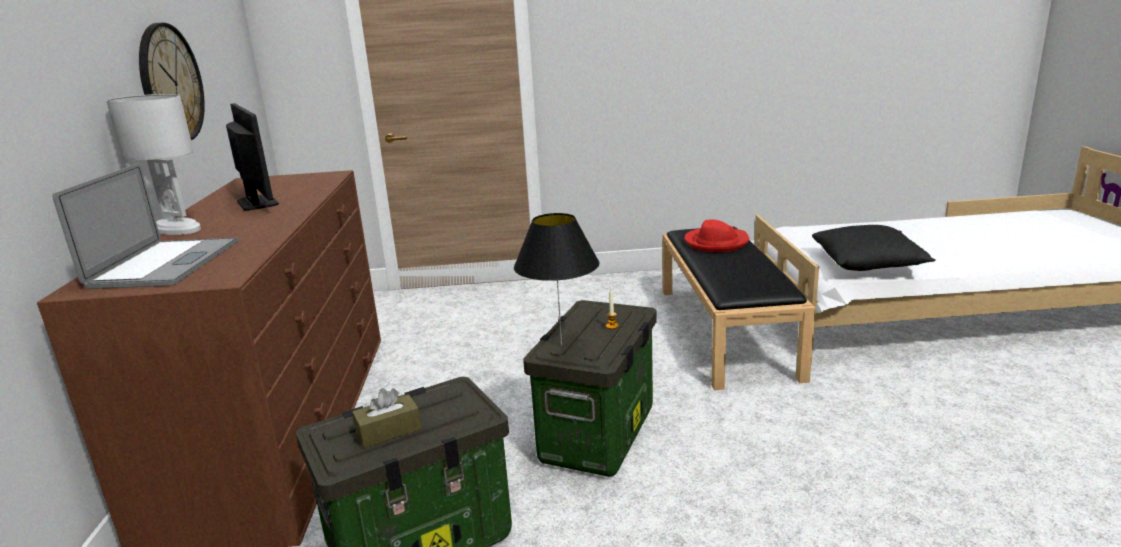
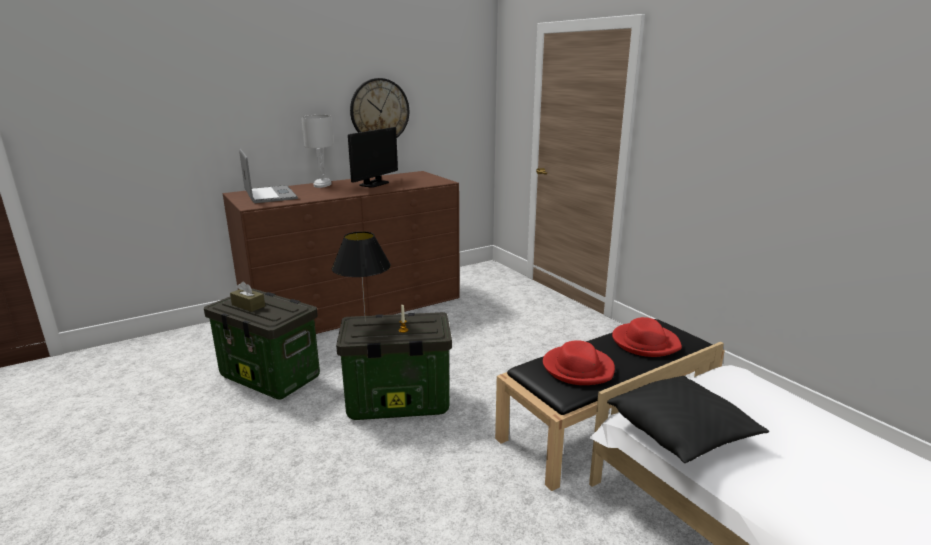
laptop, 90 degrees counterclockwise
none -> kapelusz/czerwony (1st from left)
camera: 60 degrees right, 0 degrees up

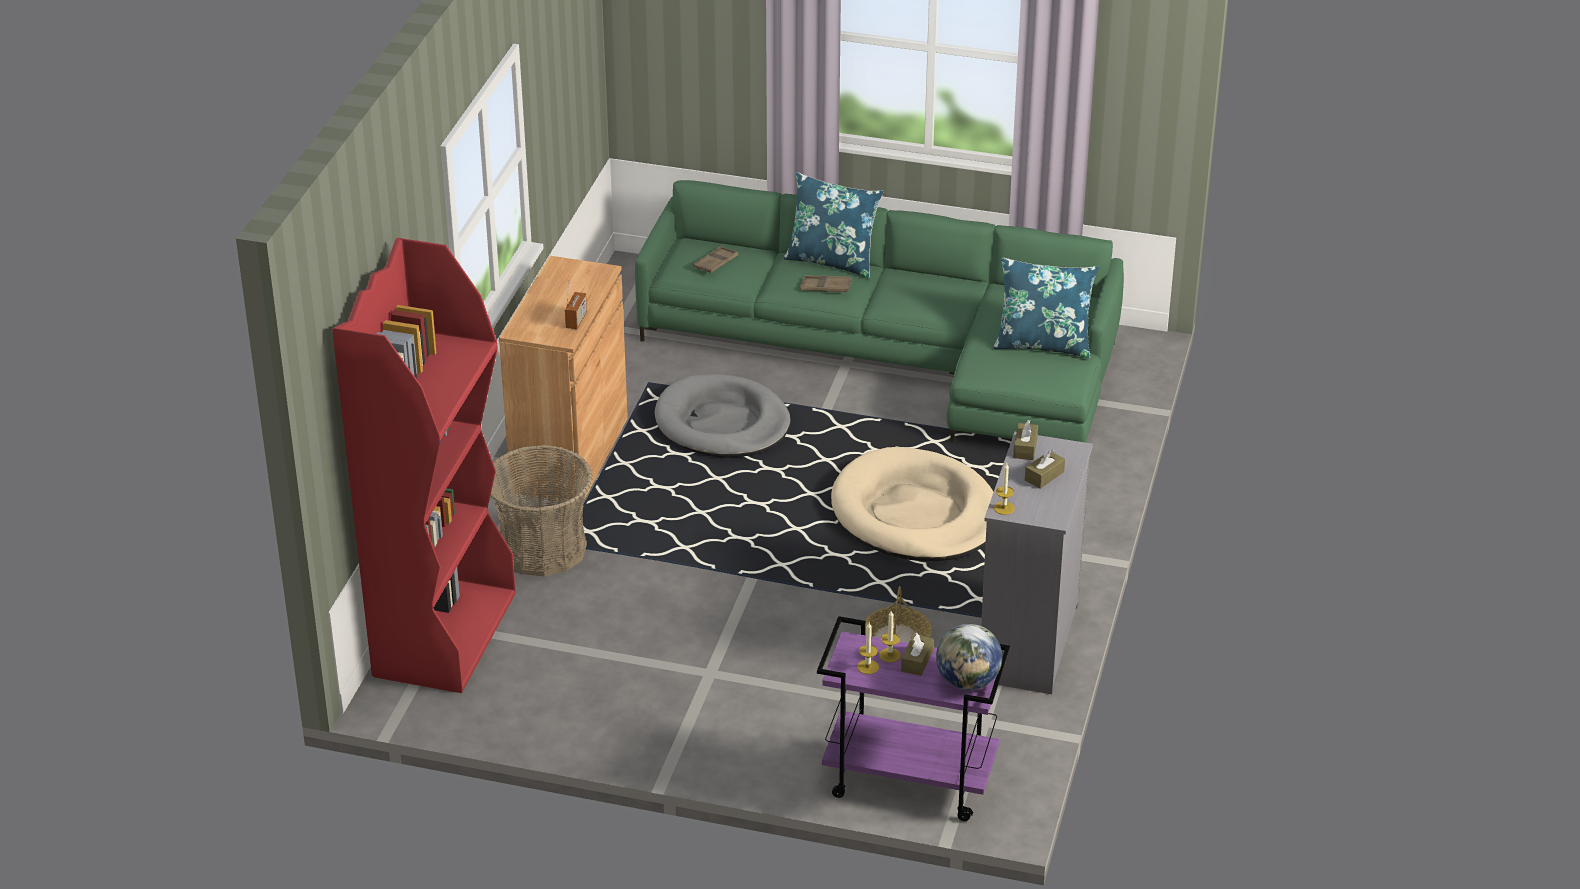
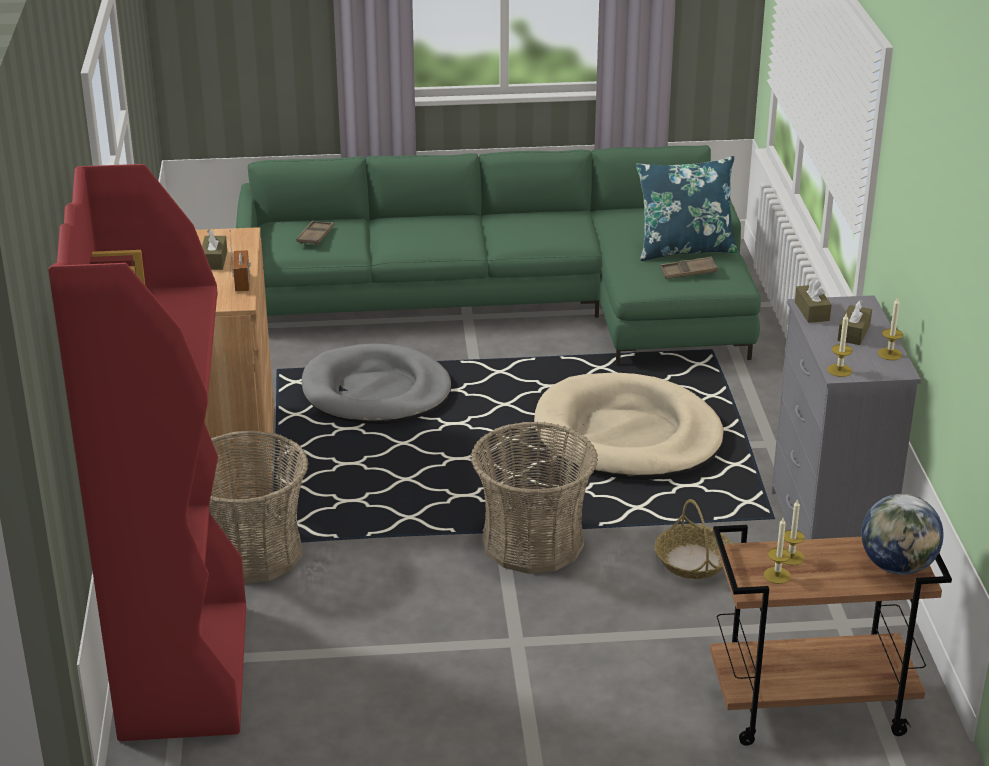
poduszka/niebieski (1st from left) -> none
taca/brązowy (2nd from left), move
wózek/fioletowy -> wózek/brązowy
pudełko chusteczek/brązowy (1st from left), move
none -> koszyk (2nd from left)
none -> świeca (4th from left)
camera: 20 degrees left, 5 degrees down

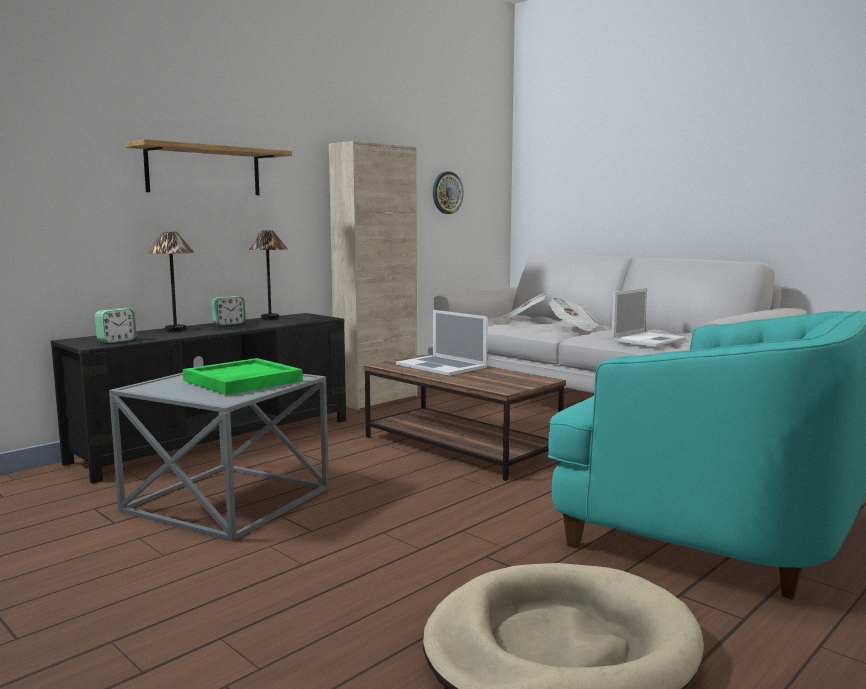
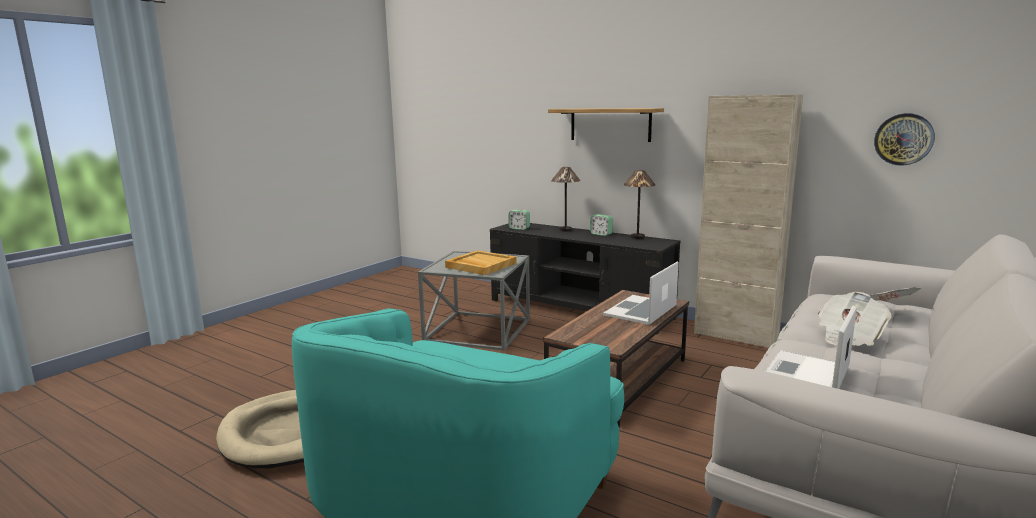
taca/zielony -> taca/beżowy
laptop (2nd from left), 90 degrees clockwise
camera: 80 degrees right, 5 degrees up

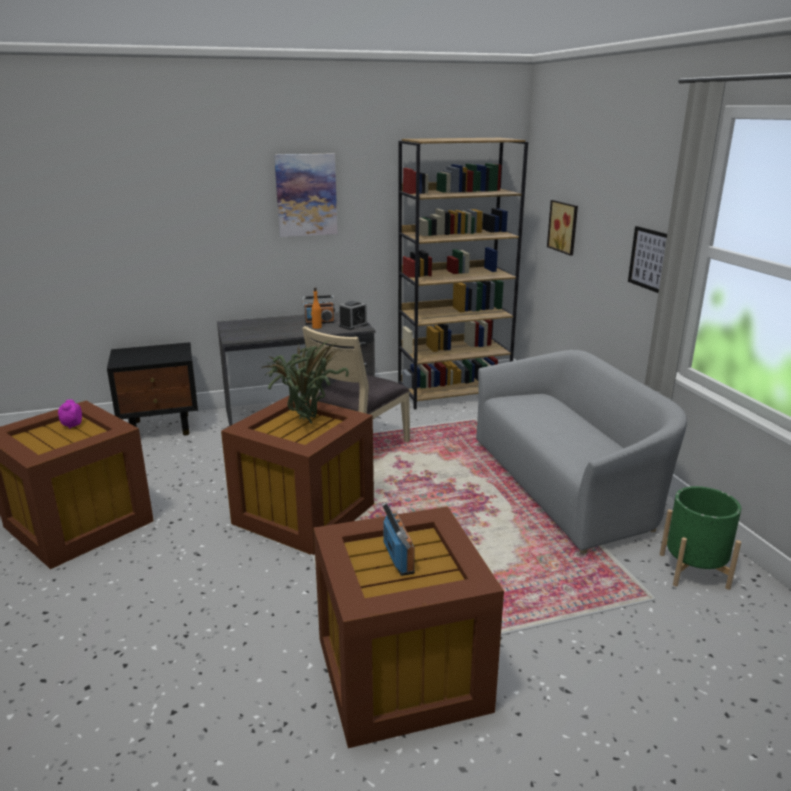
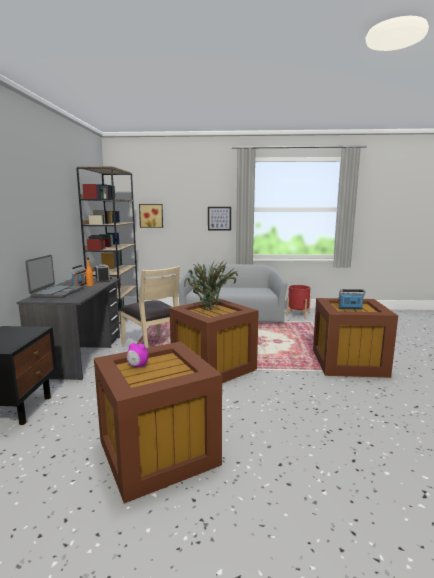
obraz (1st from left) -> none
donica/zielony -> donica/czerwony
none -> laptop
camera: 70 degrees left, 10 degrees down

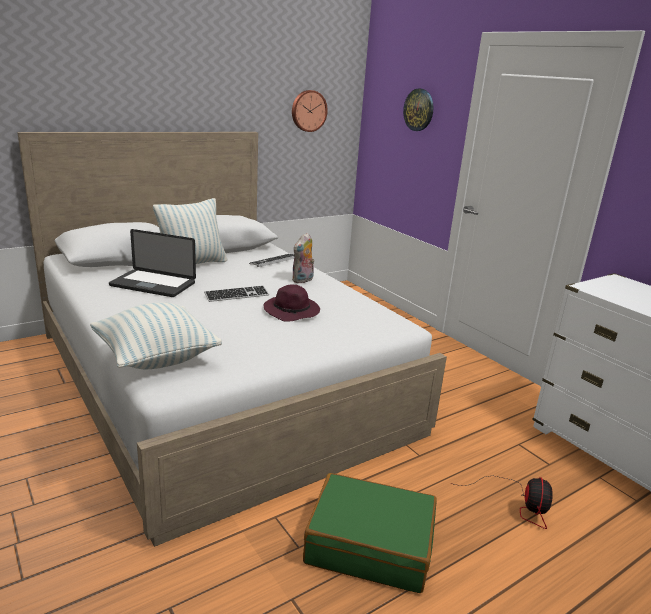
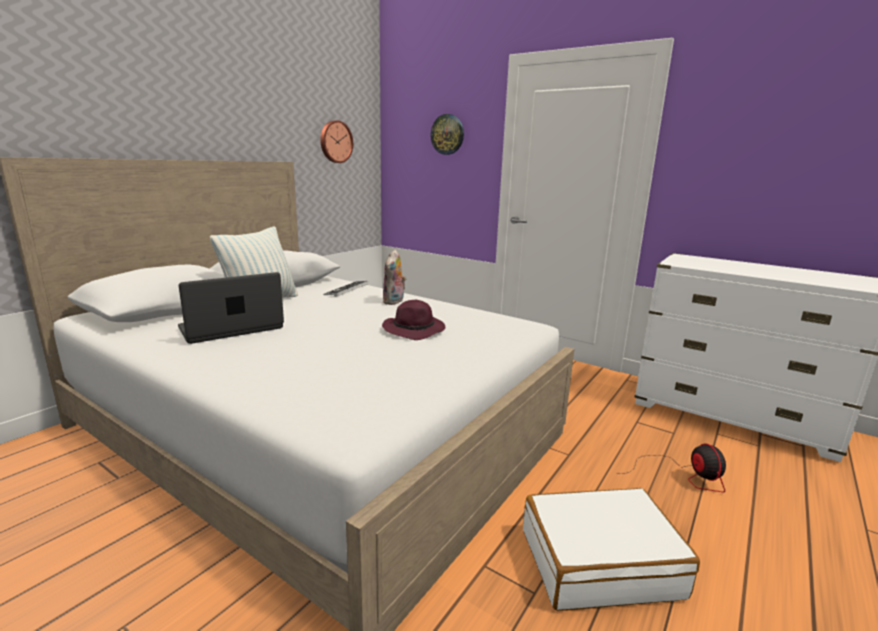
poduszka (1st from left) -> none
laptop, 150 degrees clockwise
klawiatura (1st from left) -> none
walizka/zielony -> walizka/biały
camera: 20 degrees left, 5 degrees down

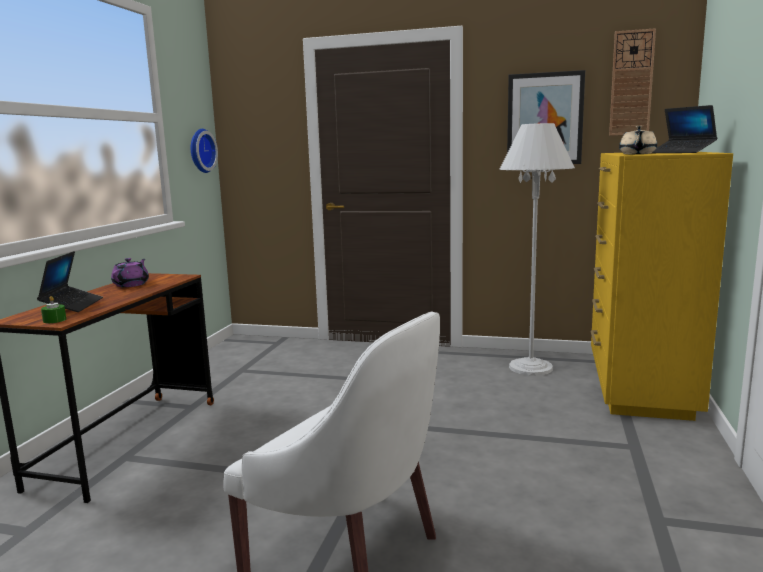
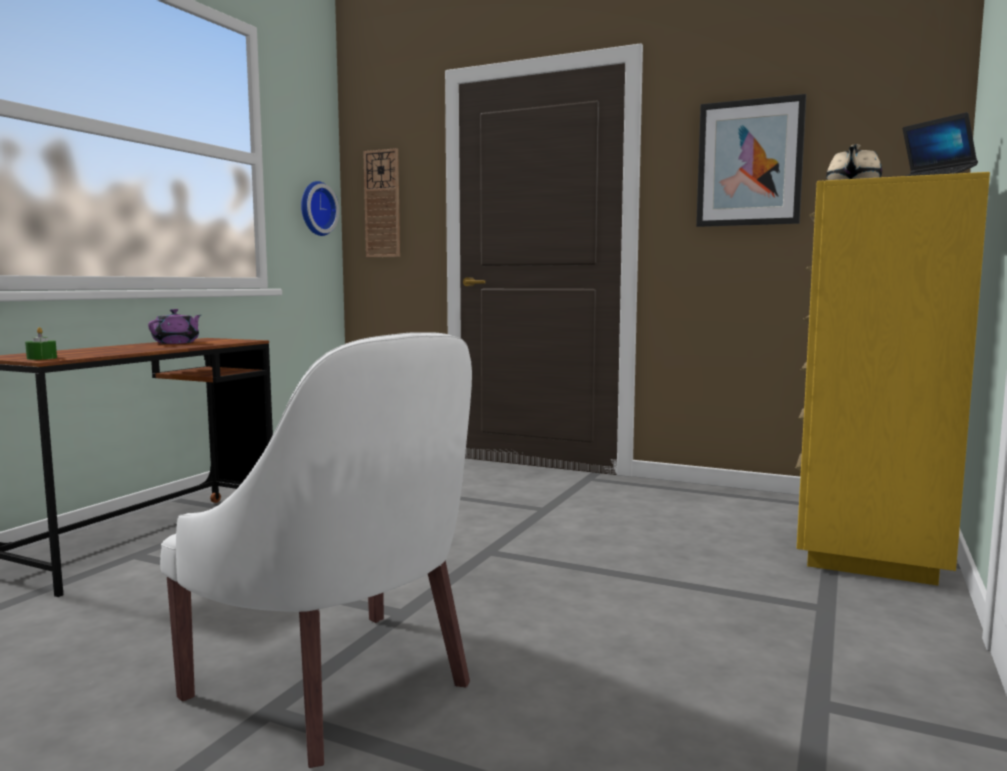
laptop (1st from left) -> none
lampa stojąca/biały -> none
zegar ścienny (2nd from left), move
camera: 10 degrees right, 5 degrees down

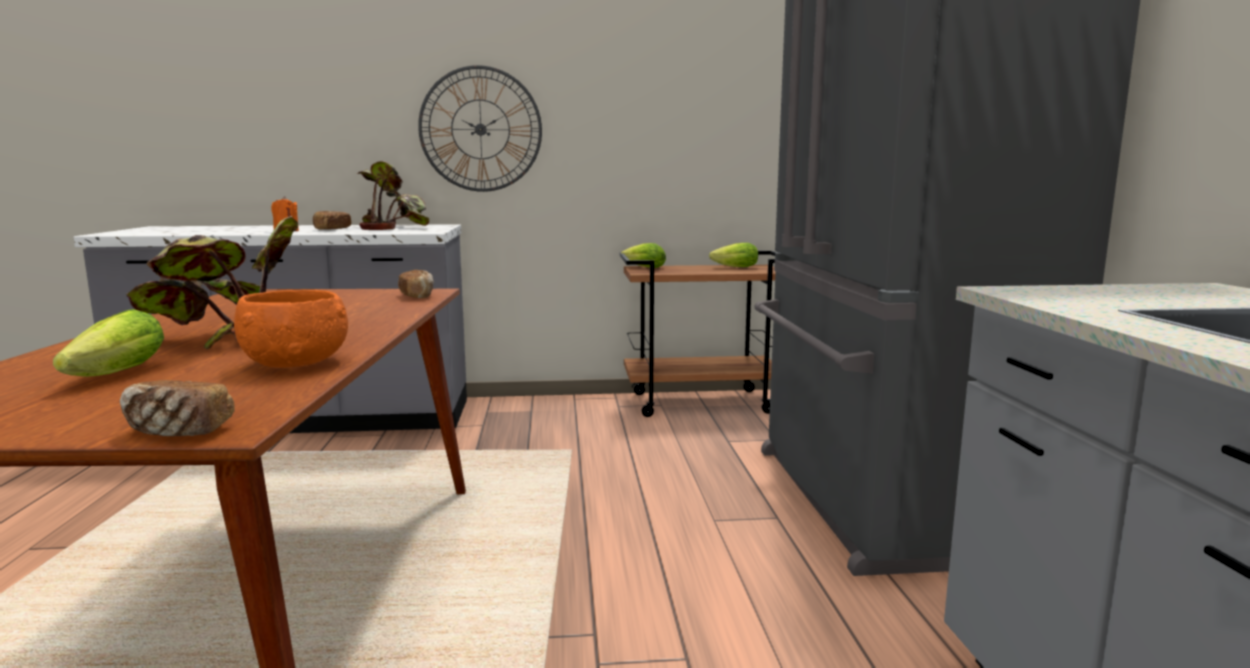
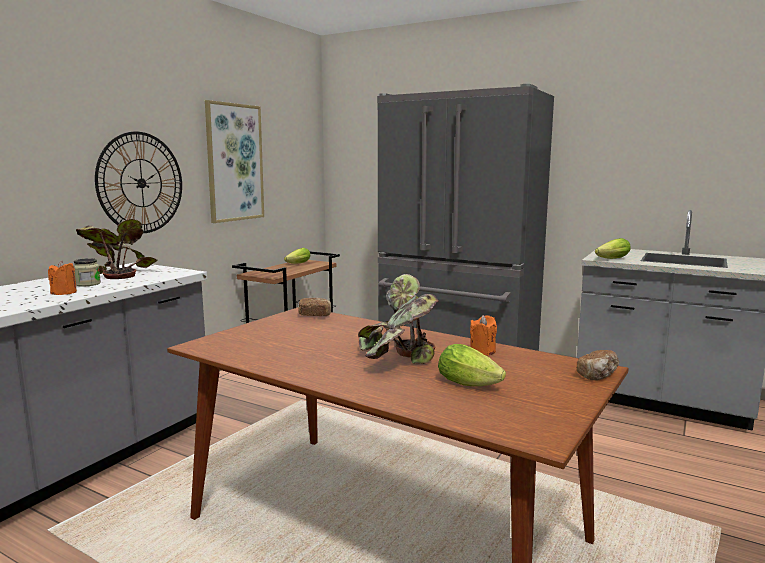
miska/pomarańczowy -> świeca/pomarańczowy (2nd from left)
chleb (2nd from left) -> słoik
sałata (2nd from left in the first image) -> sałata (3rd from left), move
none -> obraz
camera: 55 degrees left, 0 degrees up

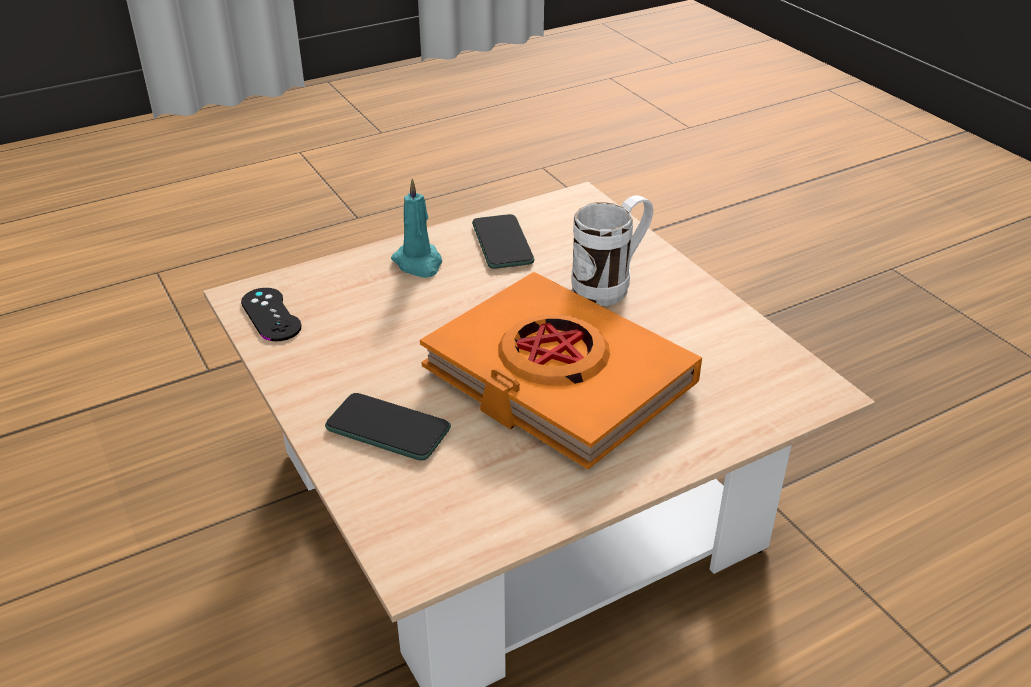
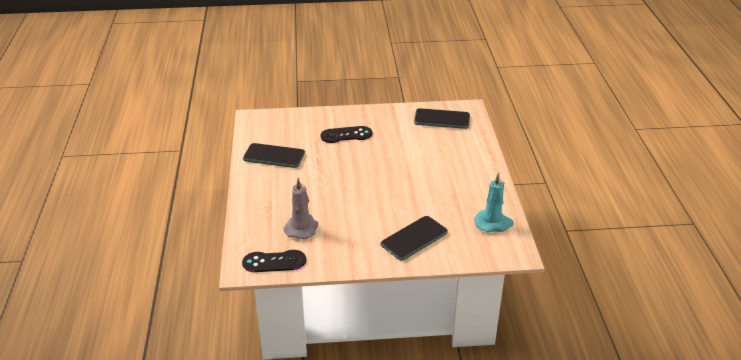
świeca/turkusowy, move
książka/pomarańczowy -> none
kubek/biały -> pad do gier/czarny (2nd from left)
none -> świeca/szary
none -> telefon (3rd from left)
camera: 65 degrees left, 0 degrees up

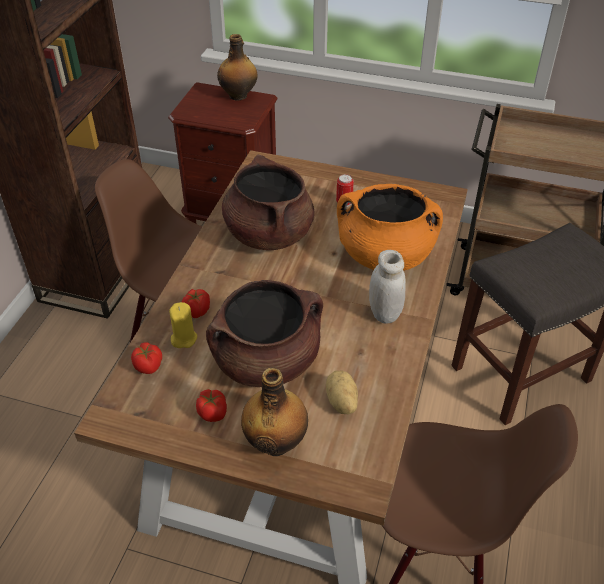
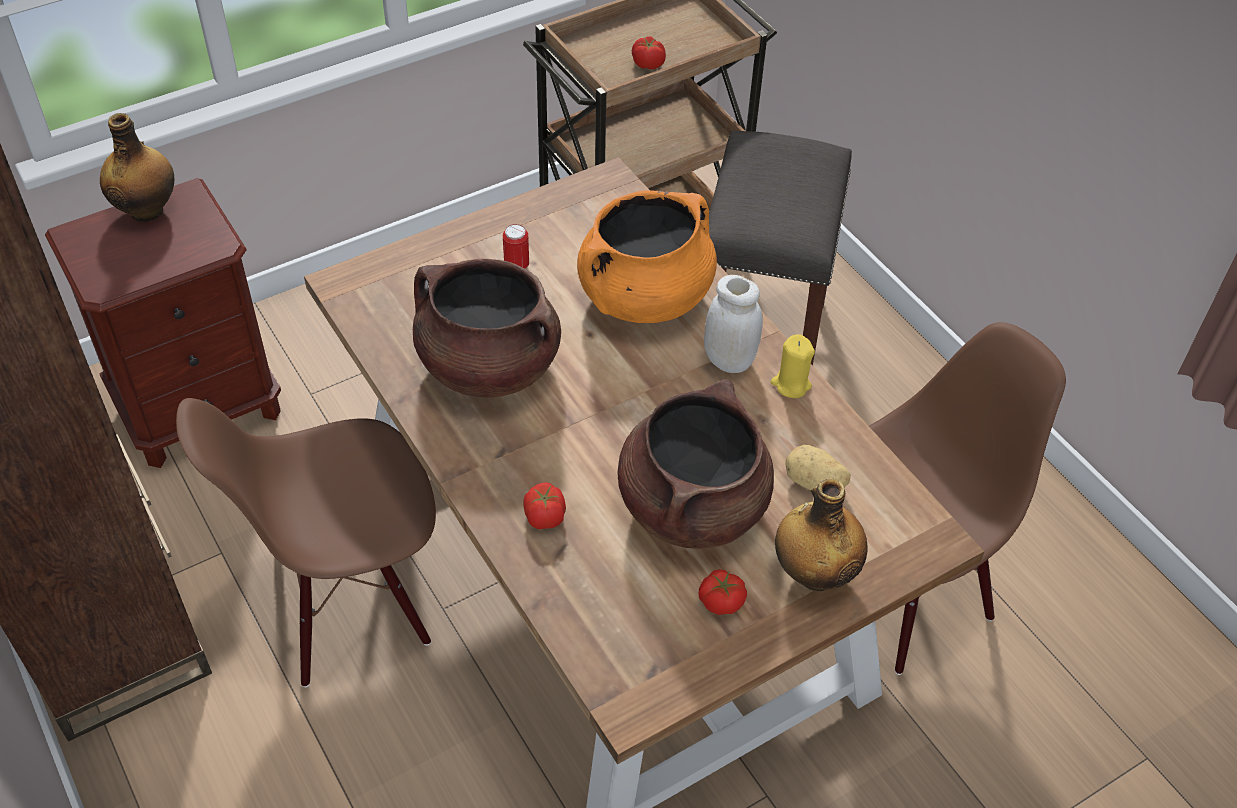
pomidor (1st from left in the first image) -> pomidor (2nd from left), move
świeca/żółty, move
camera: 50 degrees left, 5 degrees up

